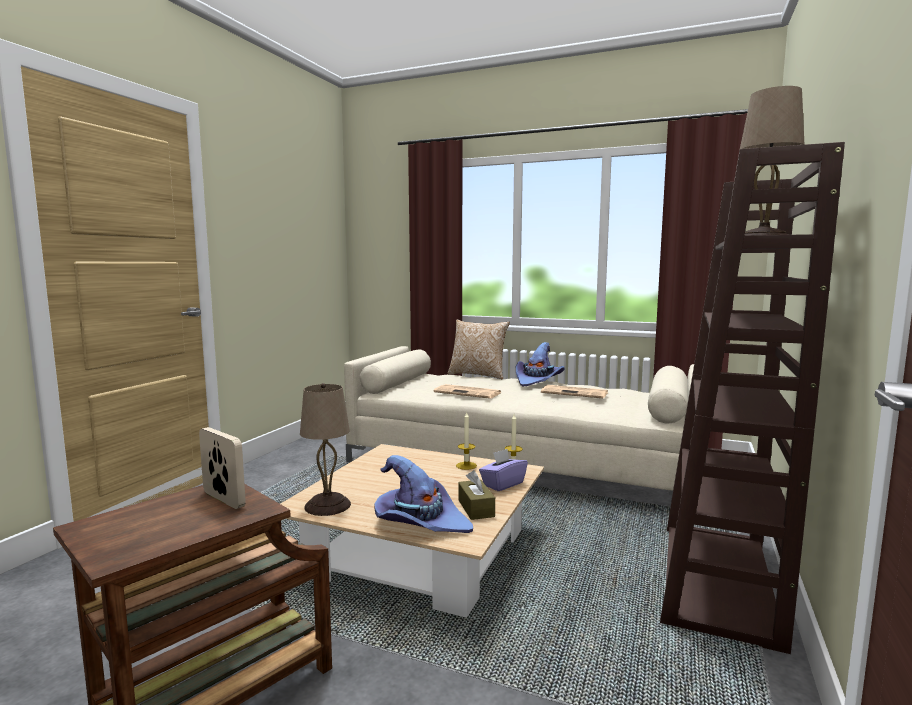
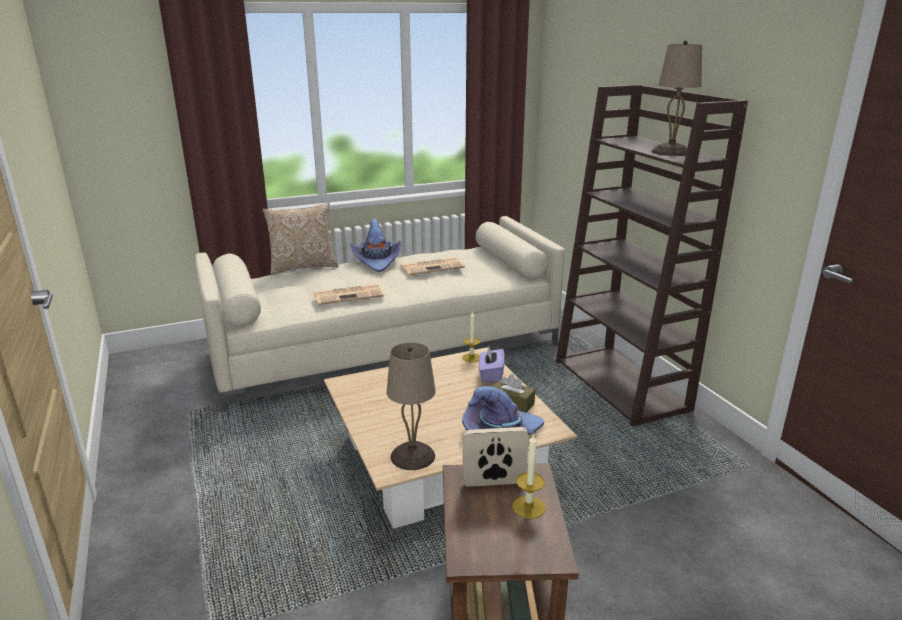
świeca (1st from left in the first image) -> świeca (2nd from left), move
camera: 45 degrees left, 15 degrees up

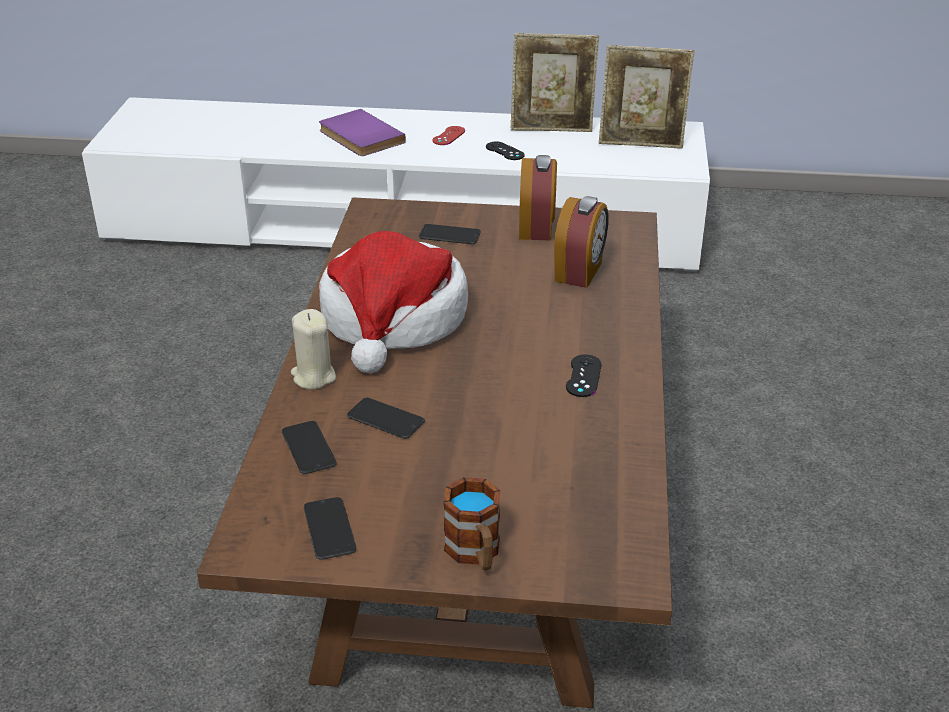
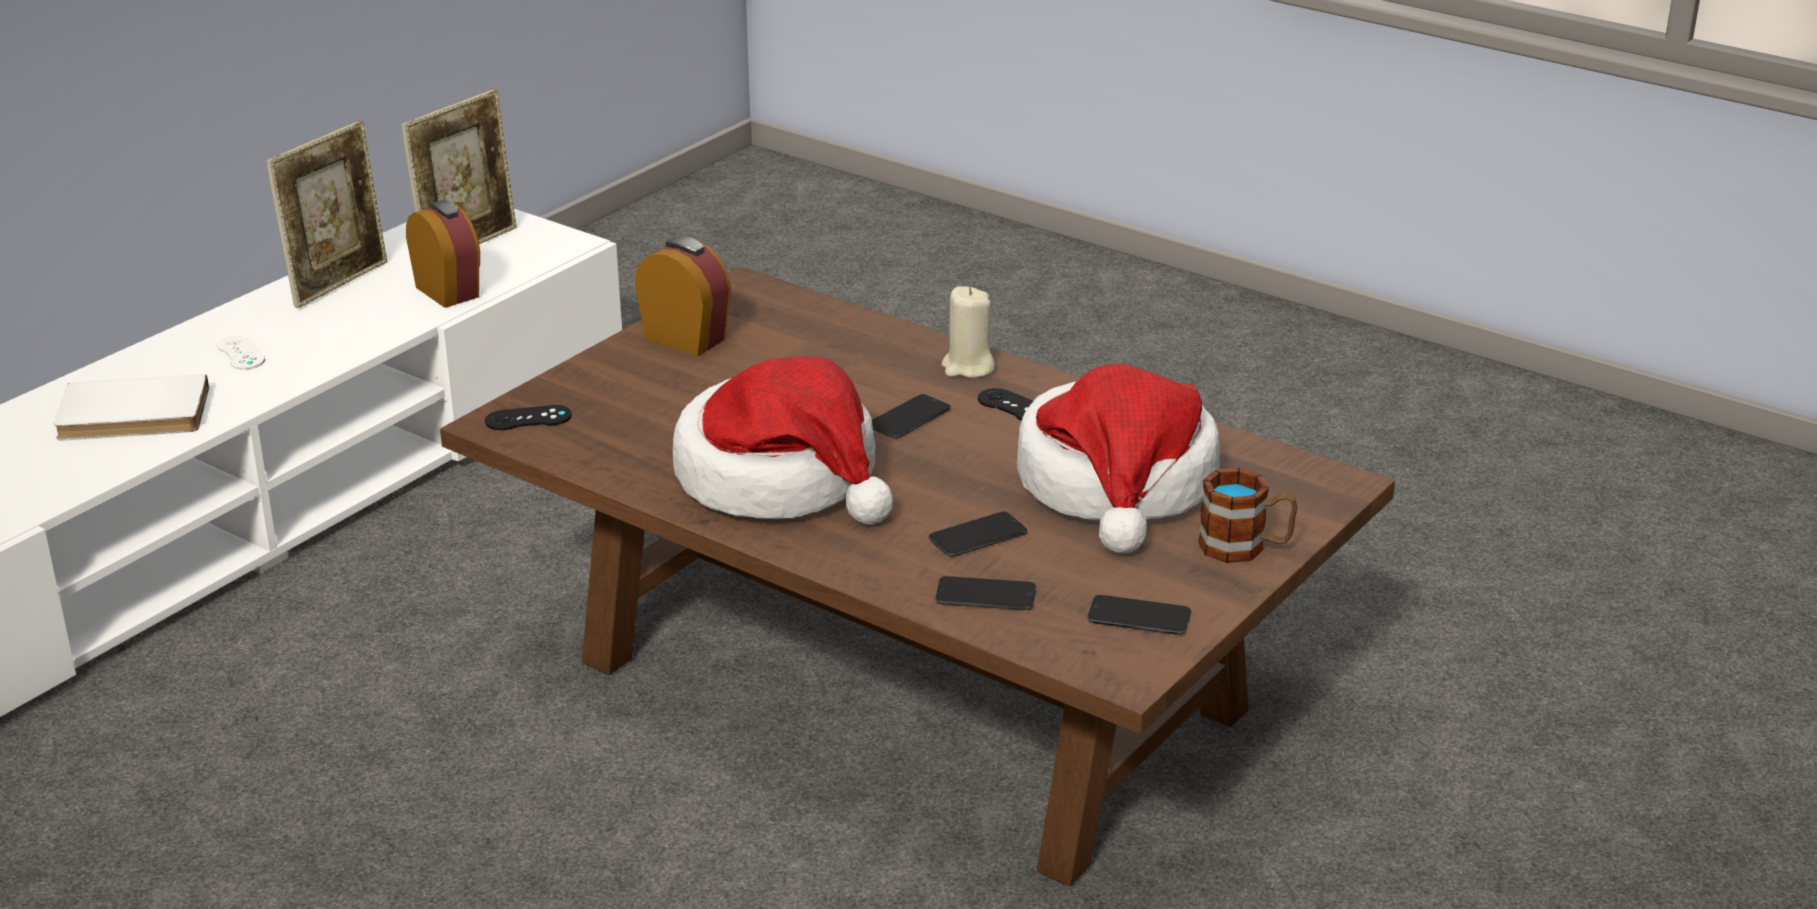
świeca/beżowy, move
książka/fioletowy -> książka/biały
telefon (4th from left in the first image) -> telefon (1st from left), move
pad do gier/czerwony -> pad do gier/biały
pad do gier/czarny (1st from left), move
budzik (2nd from left in the first image) -> budzik (1st from left), move
none -> kapelusz (2nd from left)
camera: 60 degrees left, 5 degrees down

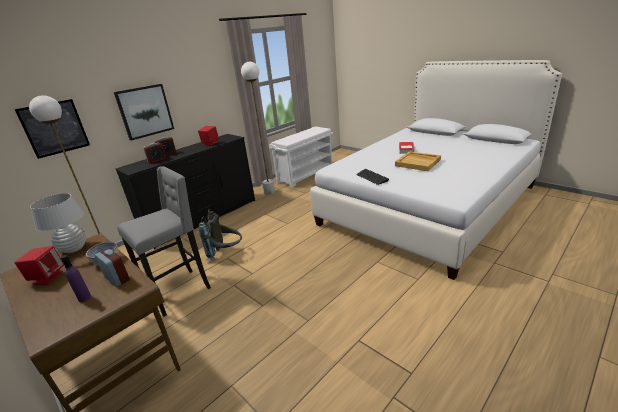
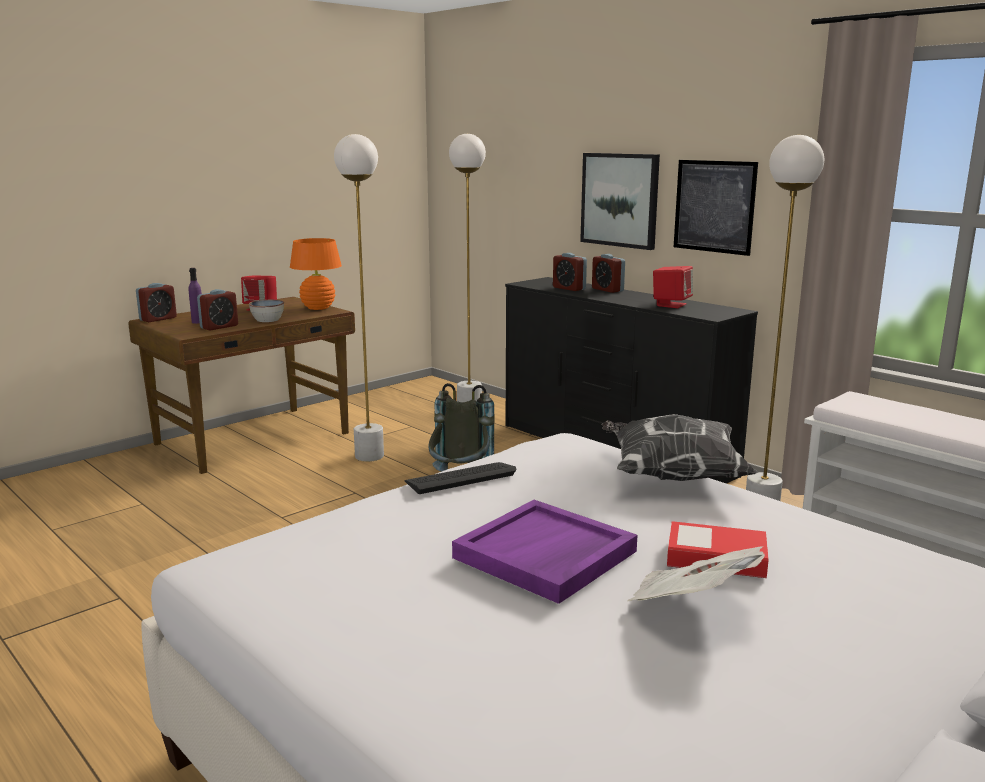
obraz (1st from left in the first image) -> obraz (2nd from left), move
lampa stołowa/biały -> lampa stołowa/pomarańczowy
stołek/szary -> lampa stojąca/biały (1st from left)
taca/beżowy -> taca/fioletowy
none -> budzik (1st from left)
none -> poduszka
none -> gazeta
camera: 90 degrees right, 10 degrees down

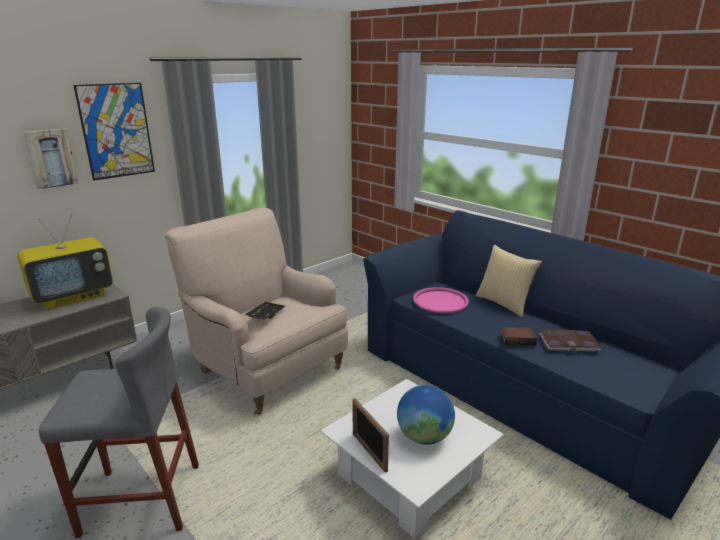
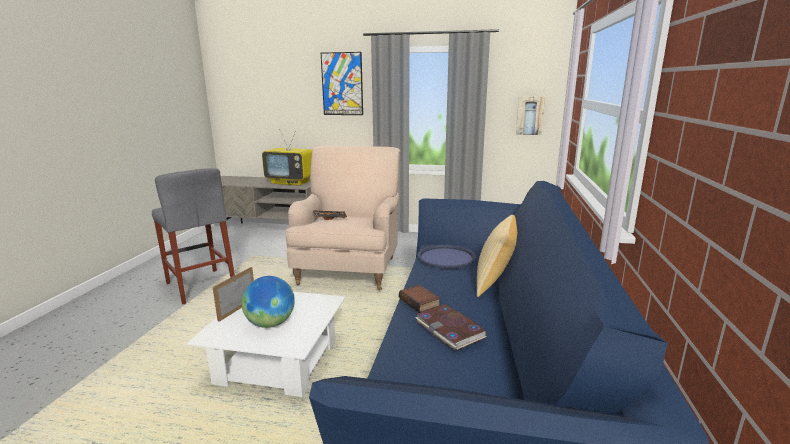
obraz (1st from left in the first image) -> obraz (2nd from left), move
taca/różowy -> taca/niebieski
camera: 55 degrees right, 5 degrees down

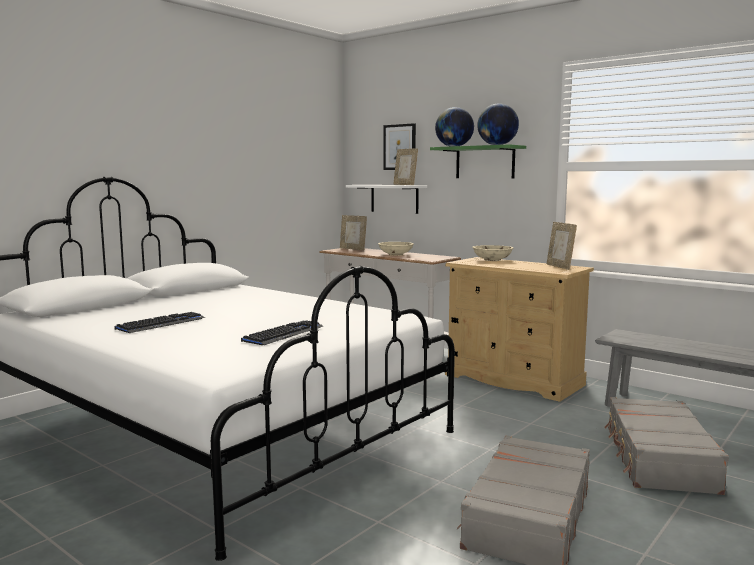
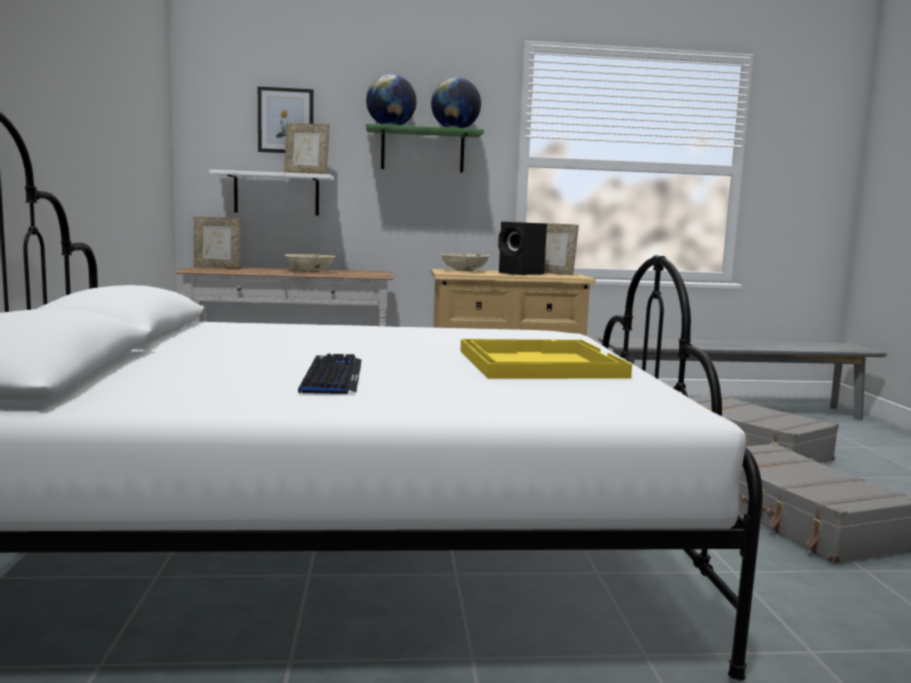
klawiatura (2nd from left) -> taca/żółty
none -> głośnik/czarny
camera: 45 degrees left, 0 degrees up

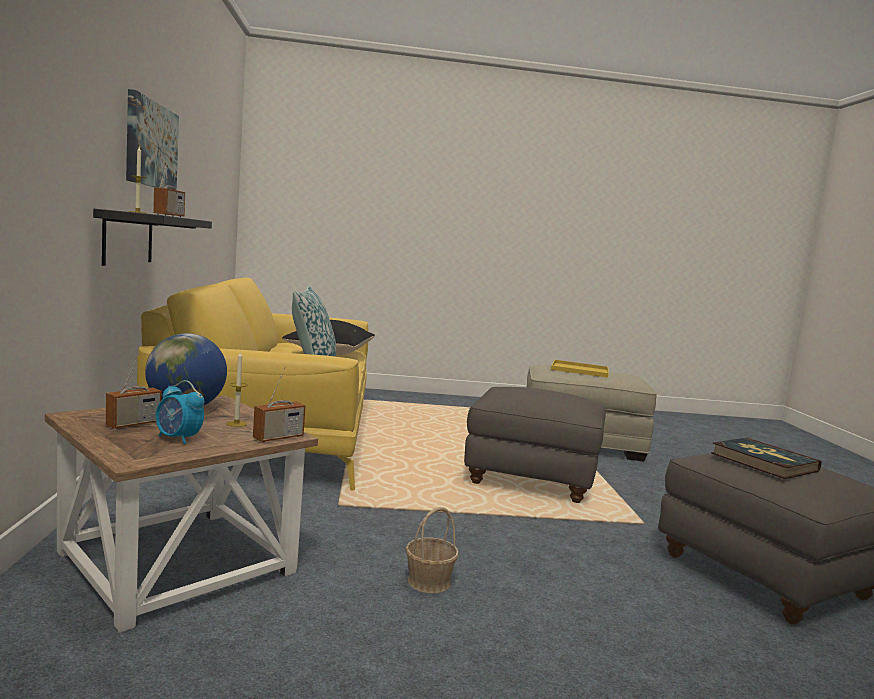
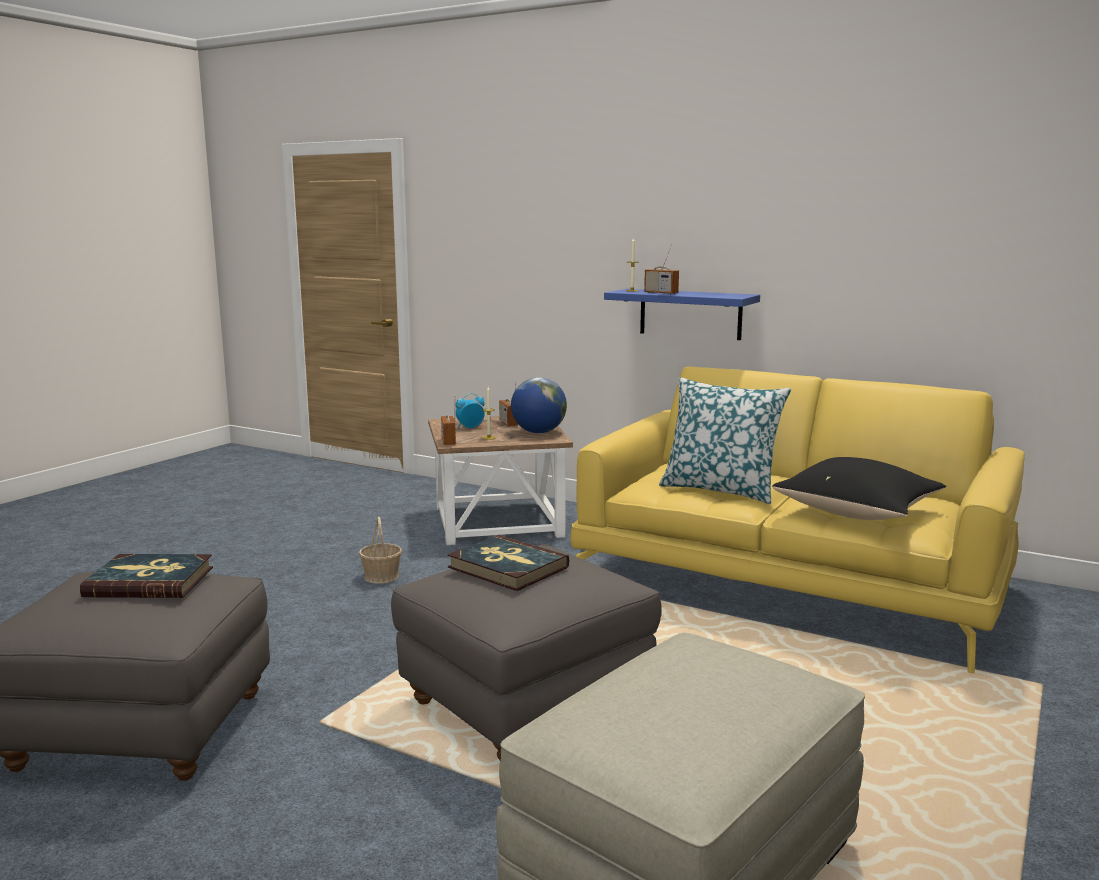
półka/czarny -> półka/niebieski
obraz -> none
taca/żółty -> none
none -> książka (2nd from left)
camera: 125 degrees right, 5 degrees up

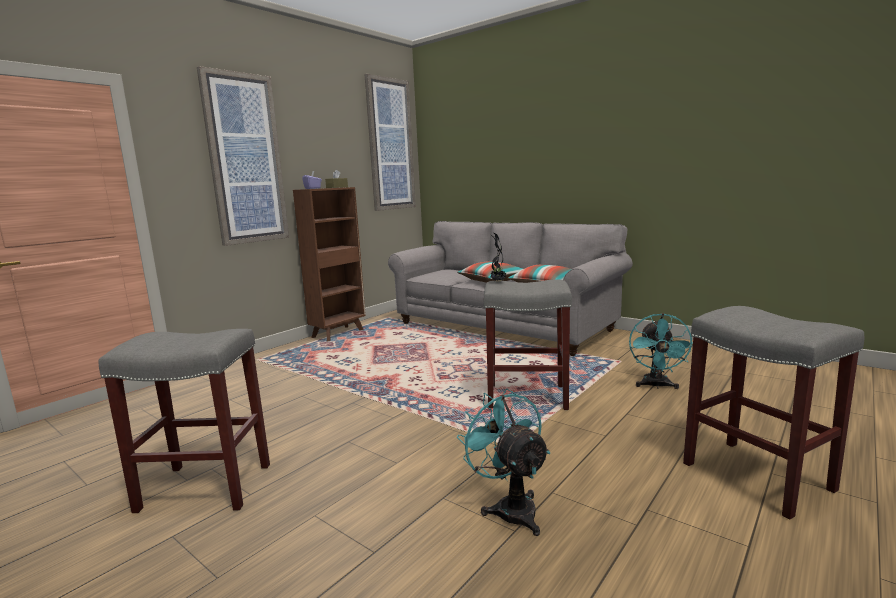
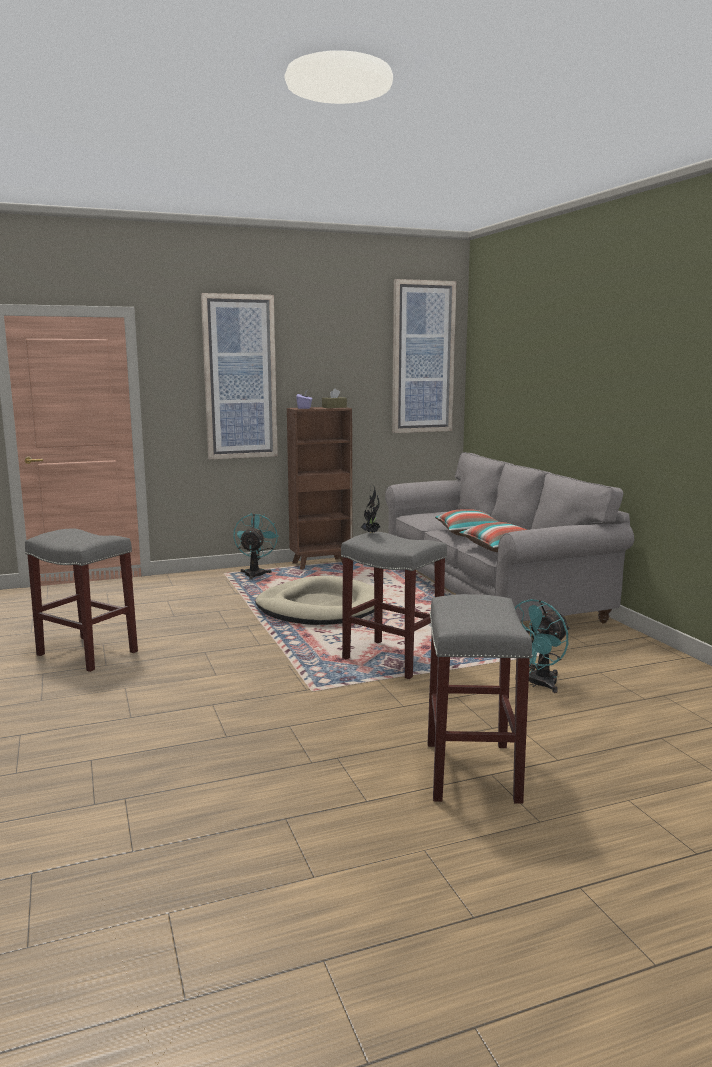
wentylator/turkusowy (1st from left), move
none -> legowisko/beżowy
camera: 30 degrees right, 0 degrees up

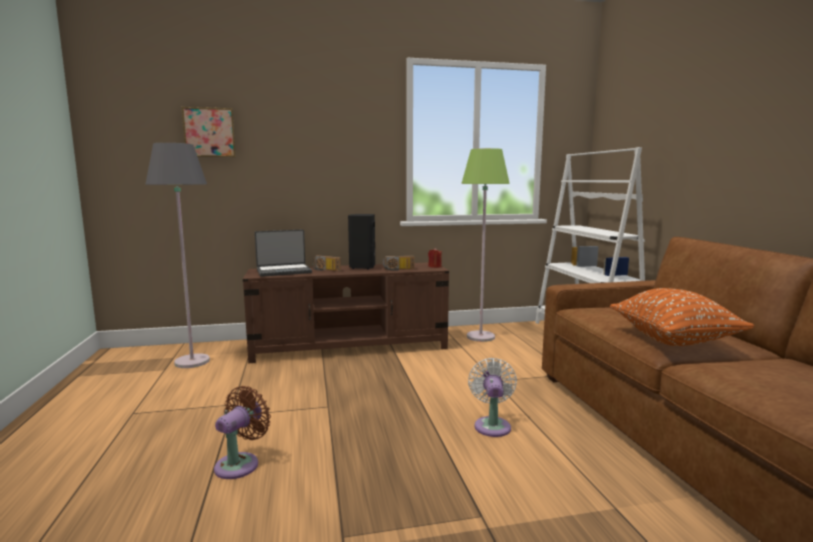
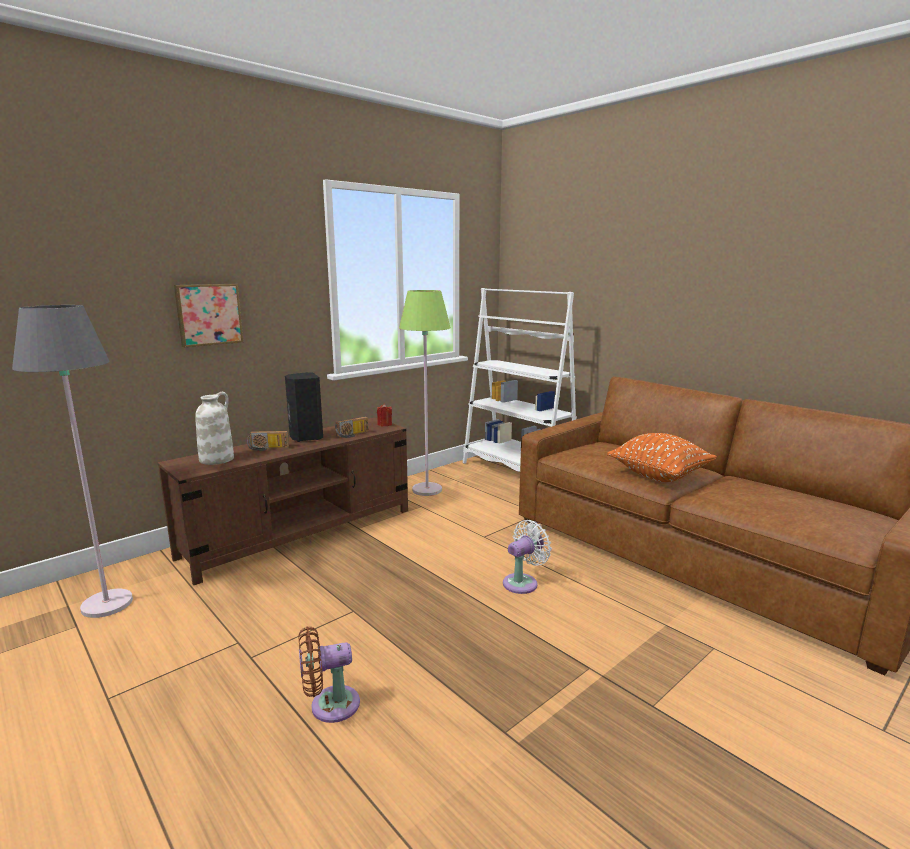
obraz, move
wentylator/brązowy, 105 degrees counterclockwise
laptop -> wazon/biały
wentylator/biały, 75 degrees clockwise
camera: 30 degrees left, 5 degrees up

